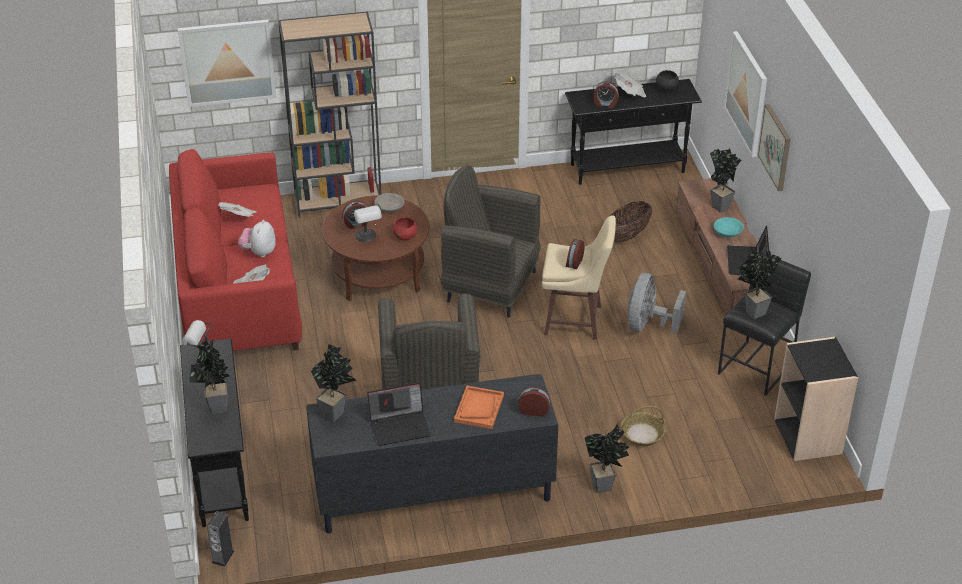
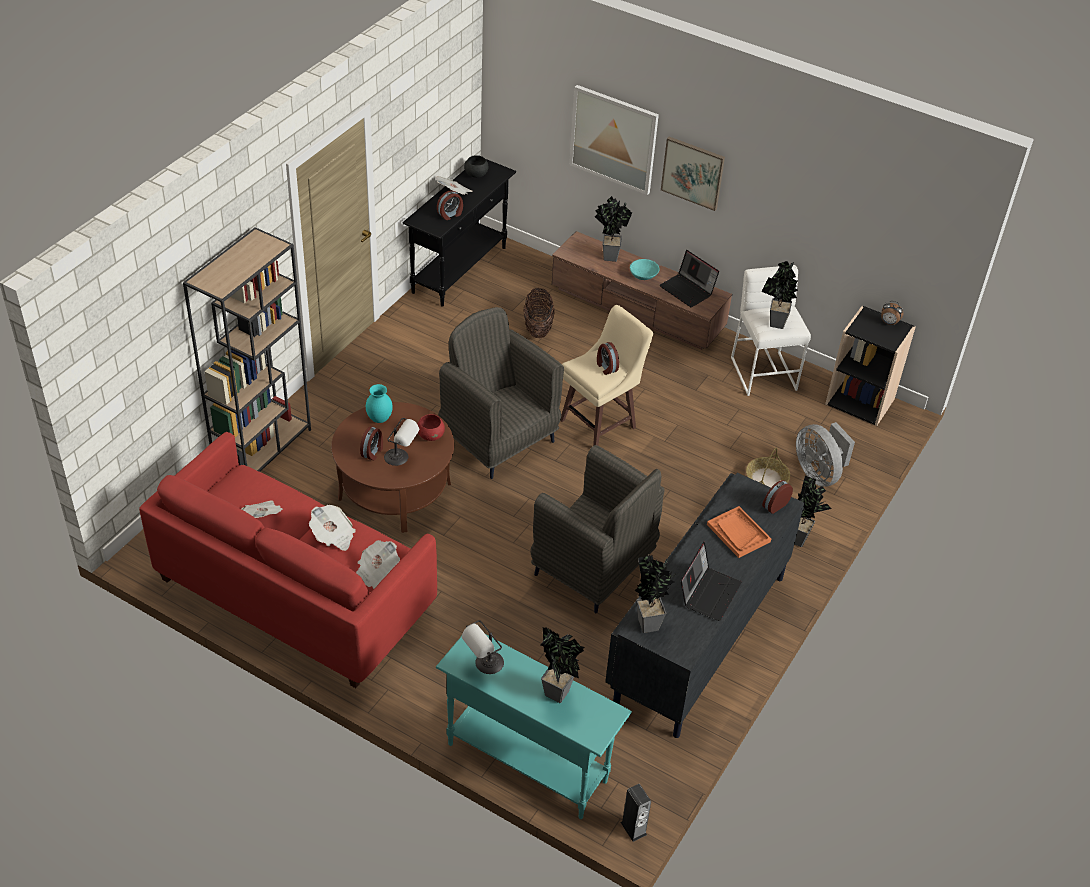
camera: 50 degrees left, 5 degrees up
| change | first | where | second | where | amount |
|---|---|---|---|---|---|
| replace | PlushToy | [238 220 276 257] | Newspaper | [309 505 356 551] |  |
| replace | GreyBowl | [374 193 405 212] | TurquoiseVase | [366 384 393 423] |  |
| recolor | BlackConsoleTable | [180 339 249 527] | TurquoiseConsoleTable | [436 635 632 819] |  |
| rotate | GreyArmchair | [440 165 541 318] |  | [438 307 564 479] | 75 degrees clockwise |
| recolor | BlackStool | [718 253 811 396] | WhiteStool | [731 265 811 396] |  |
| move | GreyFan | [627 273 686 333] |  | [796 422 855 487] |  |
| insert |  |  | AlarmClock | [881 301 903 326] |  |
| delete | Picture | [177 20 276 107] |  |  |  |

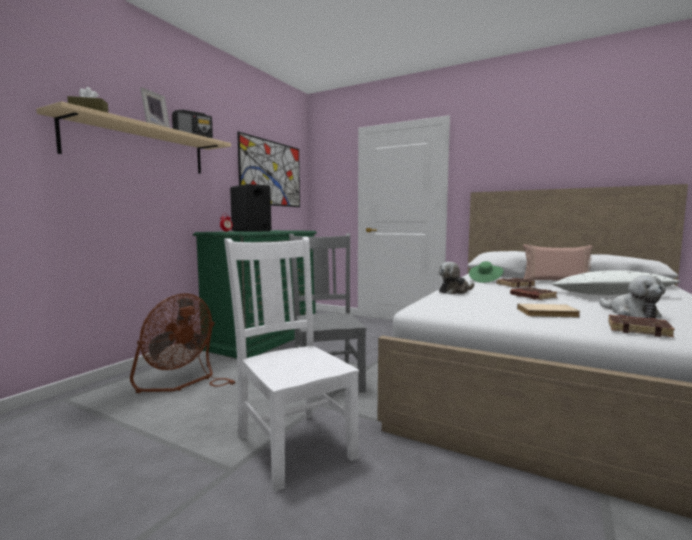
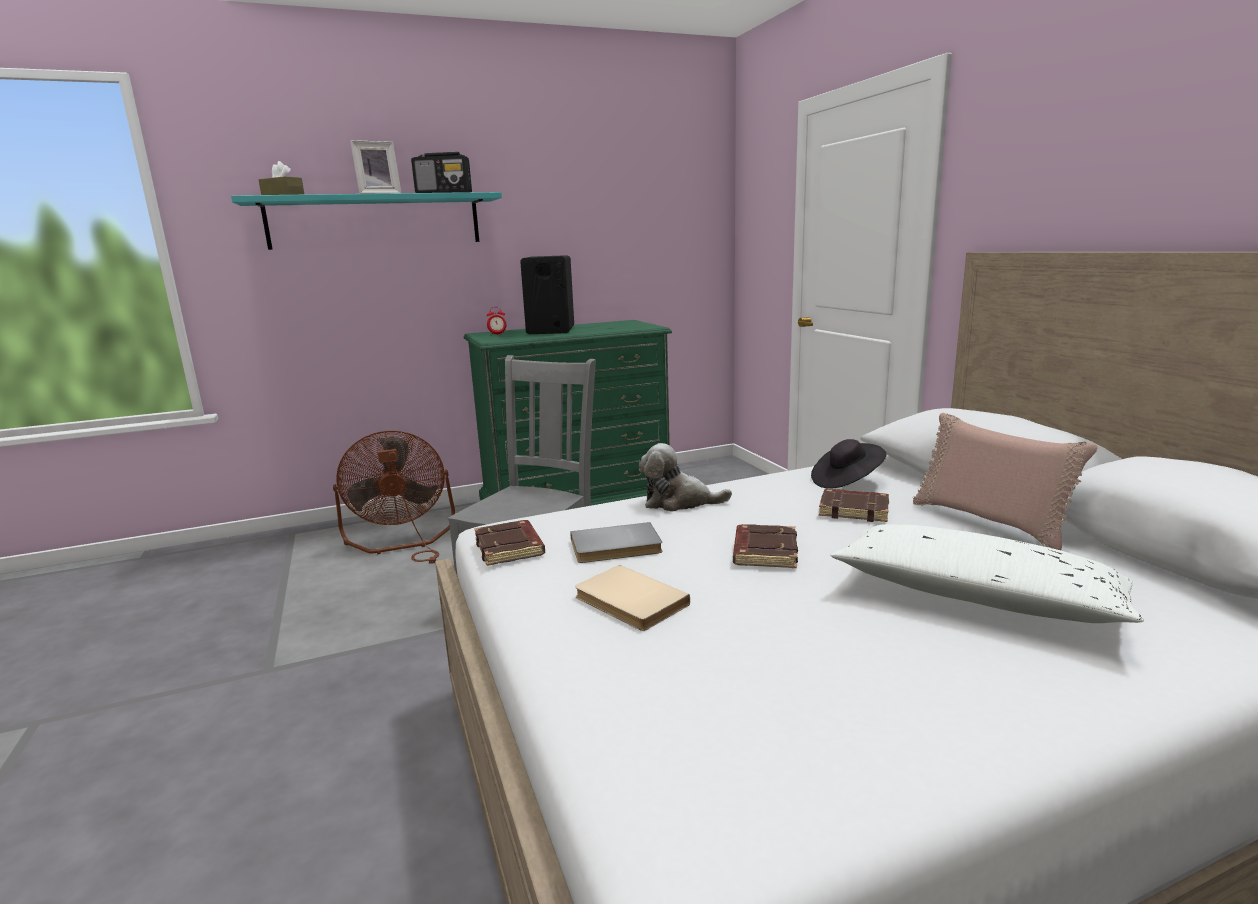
camera: 40 degrees right, 10 degrees up
| change | first | where | second | where | amount |
|---|---|---|---|---|---|
| recolor | BeigeShelf | [36 101 231 174] | TurquoiseShelf | [231 192 502 250] |  |
| move | BrownBook | [608 315 675 337] |  | [474 520 545 566] |  |
| insert |  |  | GreyBook | [570 522 662 563] |  |
| recolor | GreenHat | [469 261 503 283] | BlackHat | [811 439 887 489] |  |
| delete | WhiteChair | [224 237 359 492] |  |  |  |
| delete | Picture | [237 131 300 207] |  |  |  |
| delete | PlushToy | [599 275 666 318] |  |  |  |

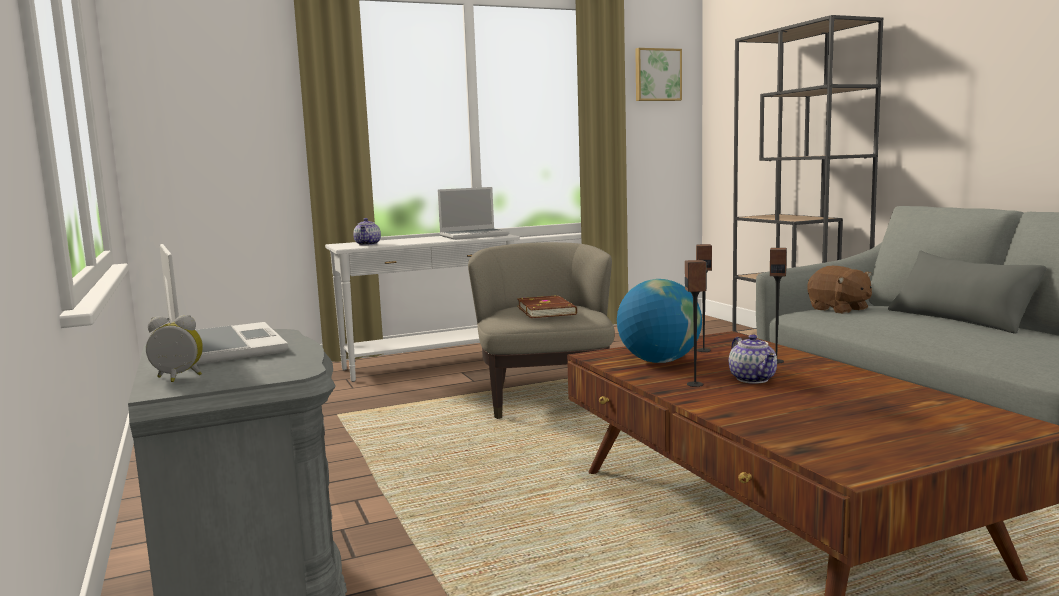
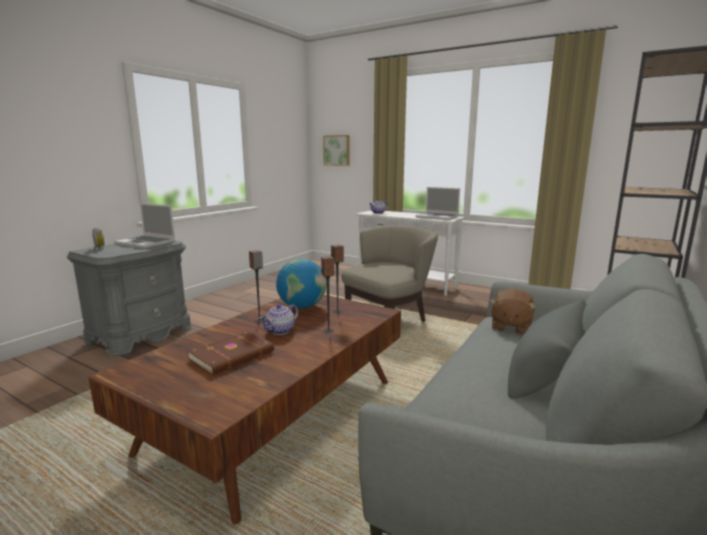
camera: 55 degrees right, 5 degrees up
| change | first | where | second | where | amount |
|---|---|---|---|---|---|
| rotate | Laptop | [160 244 288 365] |  | [114 203 176 249] | 90 degrees clockwise |
| move | BrownBook | [517 295 577 318] |  | [188 331 274 375] |  |
| move | Picture | [635 48 682 101] |  | [323 135 350 166] |  |

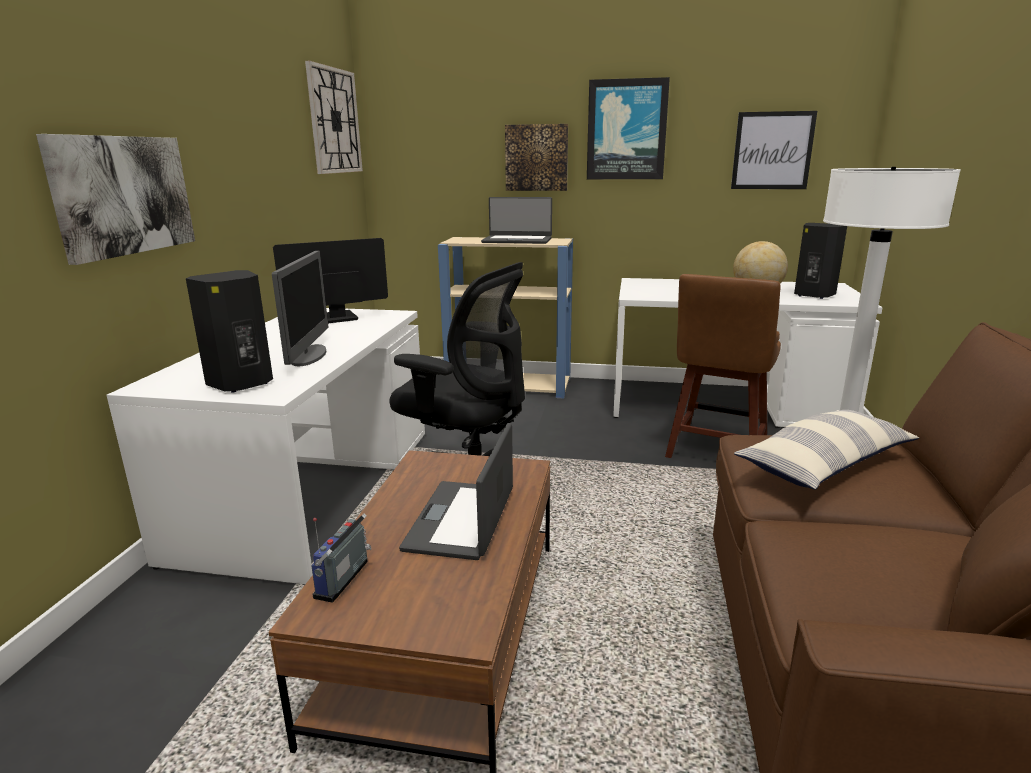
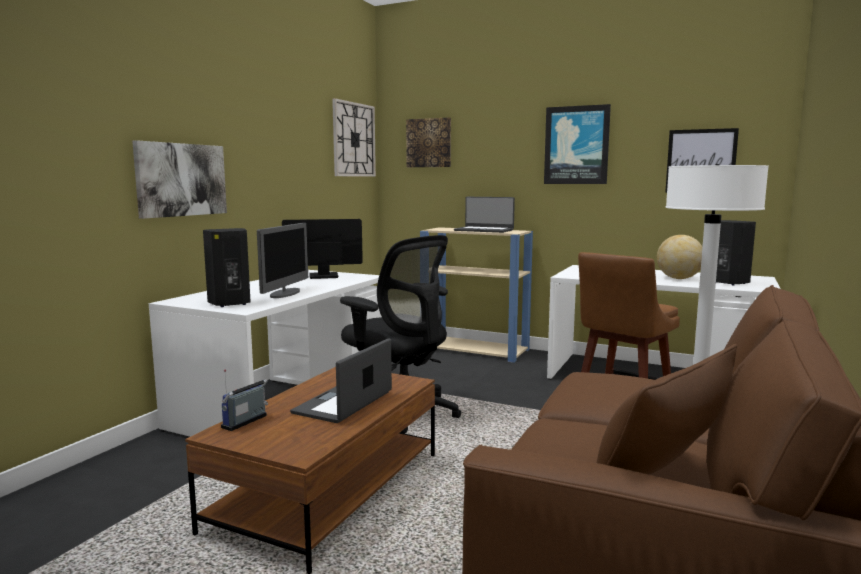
camera: 15 degrees right, 10 degrees down
| change | first | where | second | where | amount |
|---|---|---|---|---|---|
| move | Picture | [505 124 568 191] |  | [406 117 451 167] |  |
| delete | Pillow | [734 410 919 490] |  |  |  |

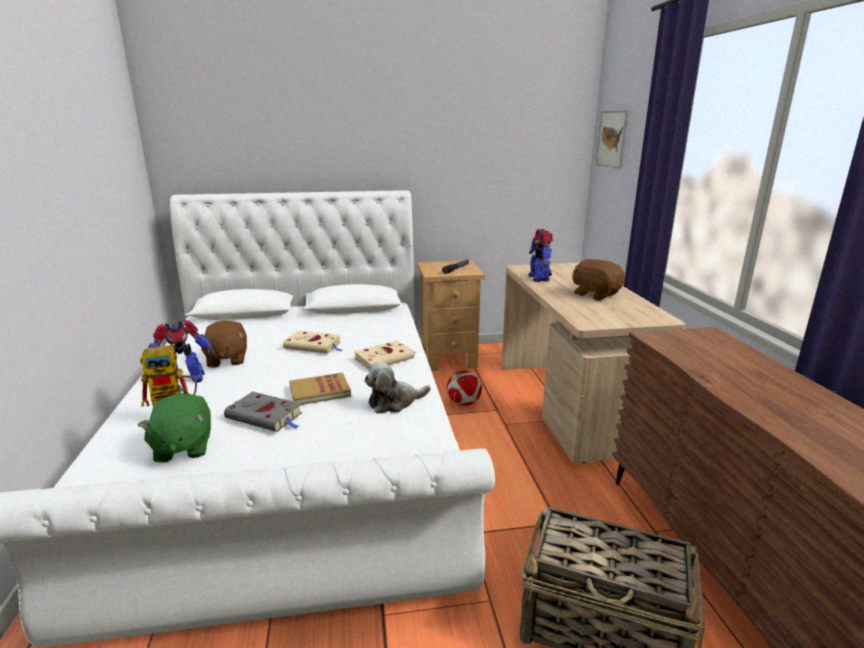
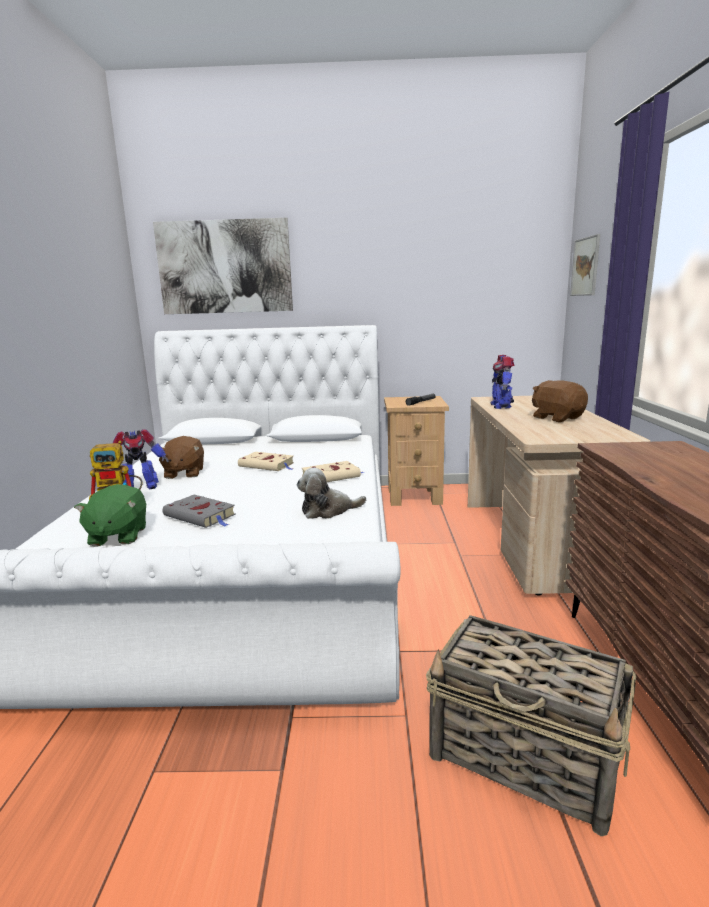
camera: 10 degrees right, 5 degrees down
| change | first | where | second | where | amount |
|---|---|---|---|---|---|
| insert |  |  | Picture | [153 218 293 314] |  |
| delete | Book | [289 373 351 405] |  |  |  |
| delete | Football | [447 370 482 406] |  |  |  |

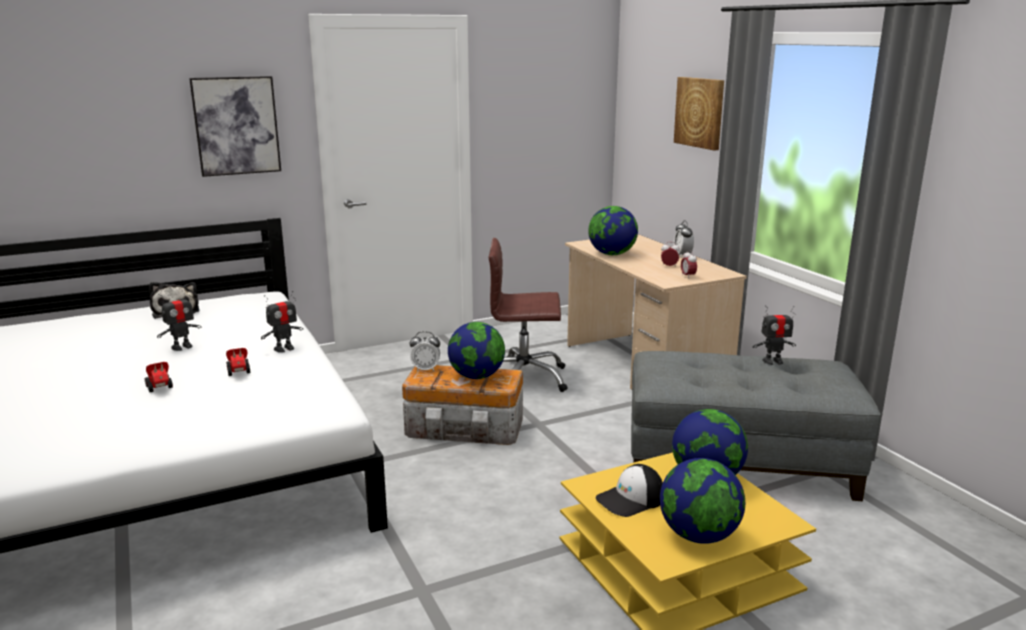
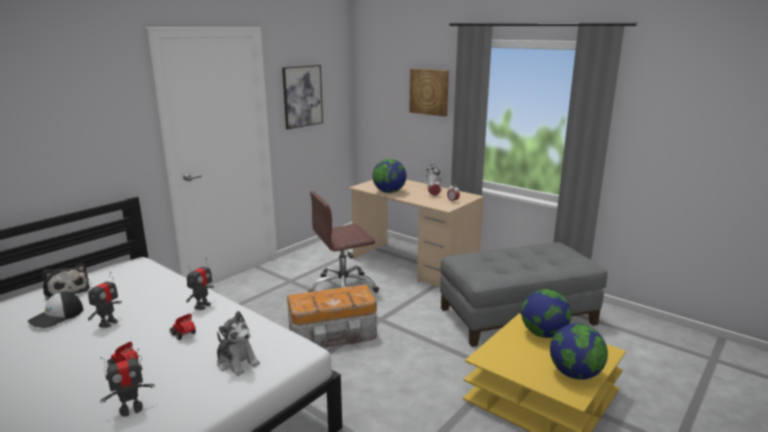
camera: 25 degrees left, 0 degrees up
| change | first | where | second | where | amount |
|---|---|---|---|---|---|
| move | Cap | [596 464 663 517] |  | [28 291 83 328] |  |
| move | ToyRobot | [753 305 796 365] |  | [100 349 155 417] |  |
| insert |  |  | PlushToy | [217 311 260 376] |  |
| move | Picture | [189 76 281 177] |  | [282 65 323 129] |  |
| delete | AlarmClock | [410 331 440 371] |  |  |  |
| delete | Globe | [448 322 505 379] |  |  |  |

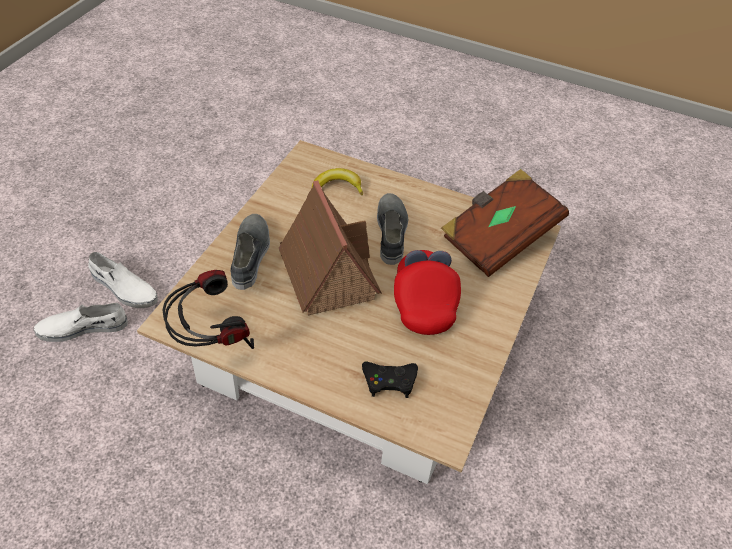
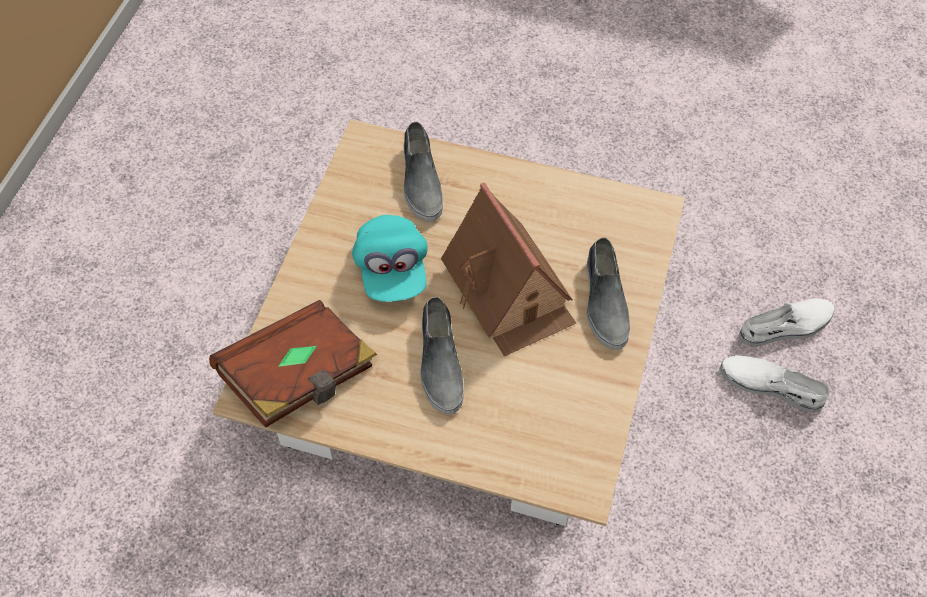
camera: 175 degrees right, 10 degrees up
| change | first | where | second | where | amount |
|---|---|---|---|---|---|
| recolor | RedCap | [394 250 461 335] | TurquoiseCap | [352 215 428 302] |  |
| replace | BlackGameController | [362 361 418 398] | GreyShoe | [404 122 443 222] |  |
| delete | Headphones | [163 270 254 349] |  |  |  |
| delete | Banana | [312 168 363 196] |  |  |  |

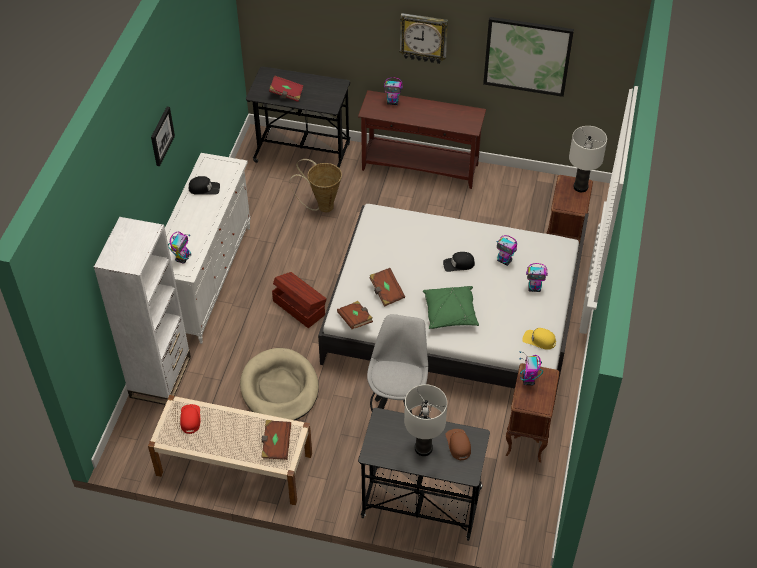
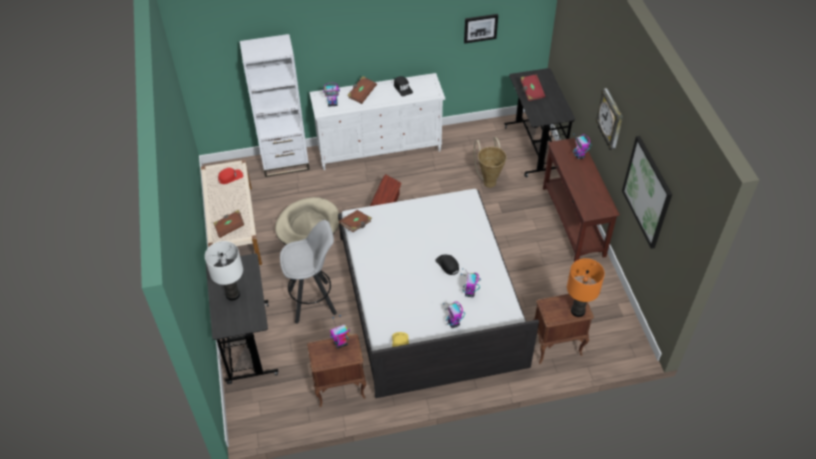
camera: 65 degrees right, 0 degrees up
| change | first | where | second | where | amount |
|---|---|---|---|---|---|
| move | BrownBook | [369 268 405 307] |  | [347 76 377 104] |  |
| move | Picture | [151 107 175 166] |  | [464 14 498 44] |  |
| recolor | WhiteTableLamp | [569 126 607 192] | OrangeTableLamp | [567 258 605 317] |  |
| delete | GreenPillow | [423 286 479 329] |  |  |  |
| delete | BrownCap | [446 429 471 460] |  |  |  |

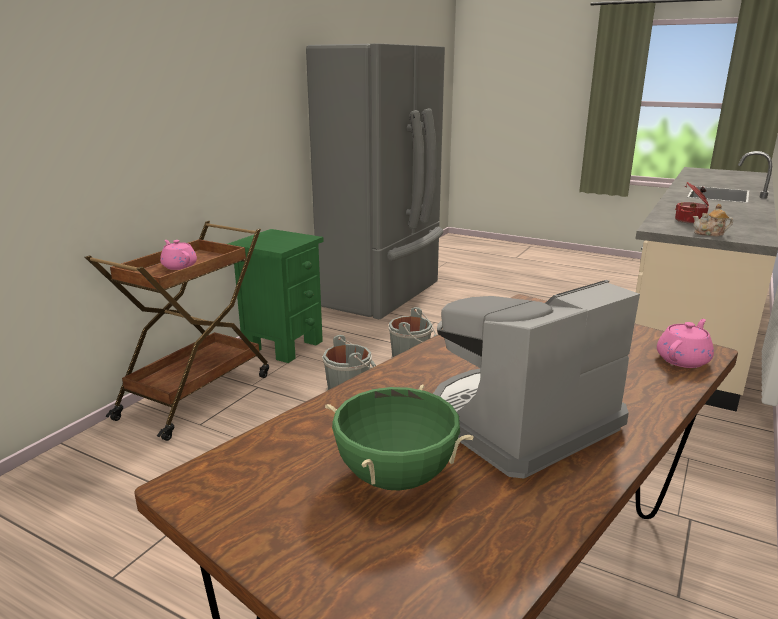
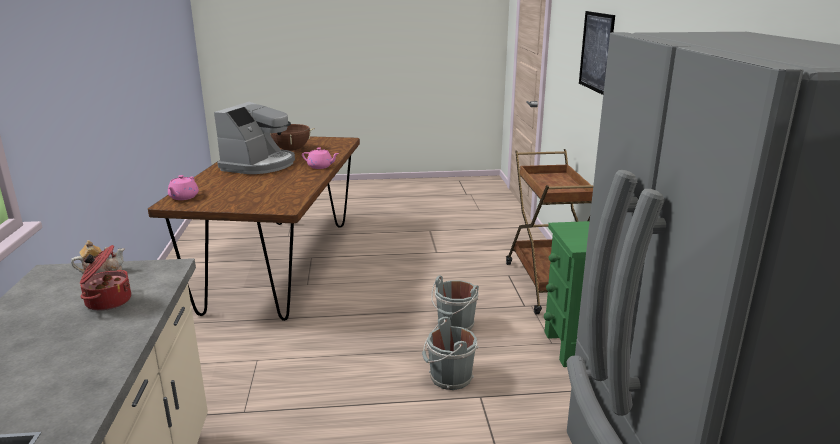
camera: 145 degrees right, 0 degrees up
| change | first | where | second | where | amount |
|---|---|---|---|---|---|
| recolor | GreenCookingPot | [325 385 474 491] | BrownCookingPot | [270 124 315 151] |  |
| move | PinkTeapot | [160 240 197 270] |  | [302 147 339 169] |  |
| insert |  |  | Picture | [579 11 615 95] |  |

